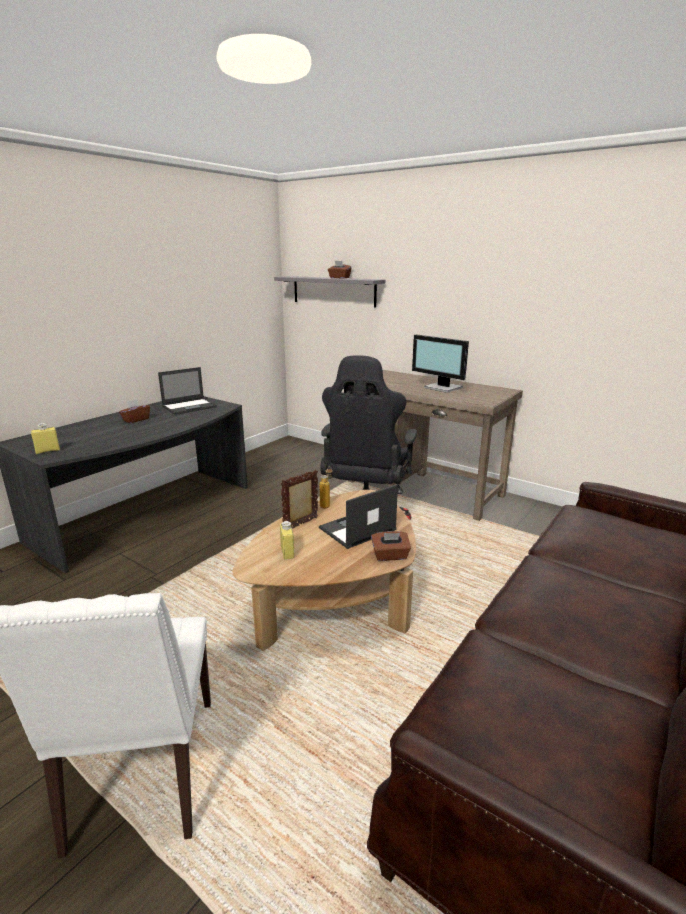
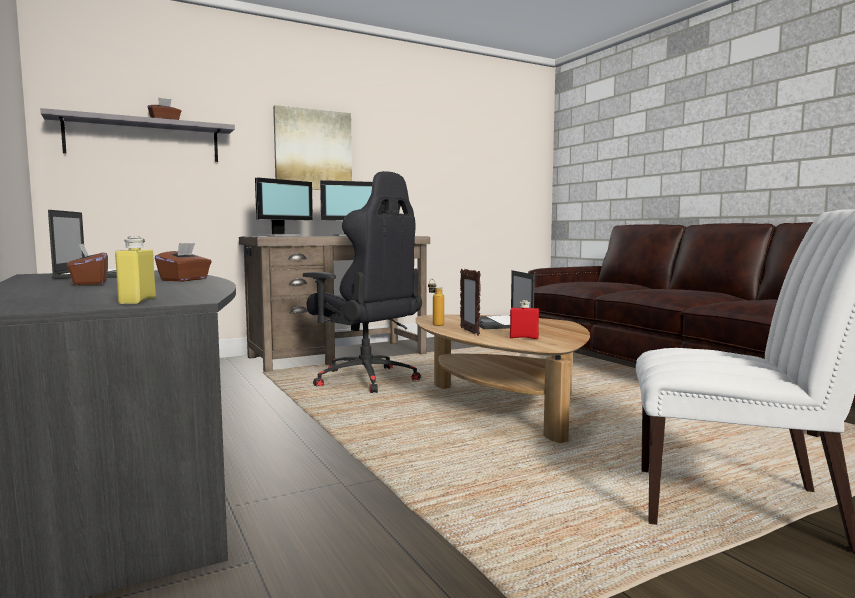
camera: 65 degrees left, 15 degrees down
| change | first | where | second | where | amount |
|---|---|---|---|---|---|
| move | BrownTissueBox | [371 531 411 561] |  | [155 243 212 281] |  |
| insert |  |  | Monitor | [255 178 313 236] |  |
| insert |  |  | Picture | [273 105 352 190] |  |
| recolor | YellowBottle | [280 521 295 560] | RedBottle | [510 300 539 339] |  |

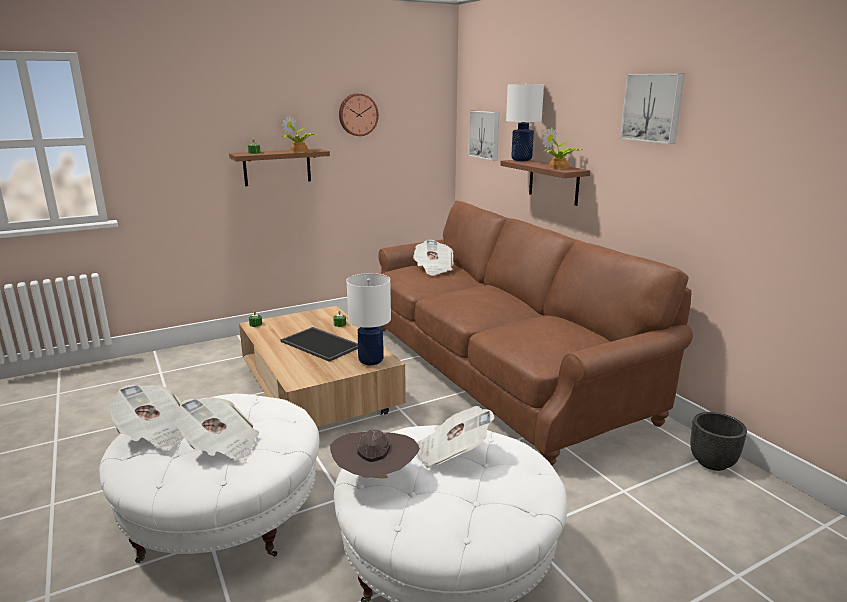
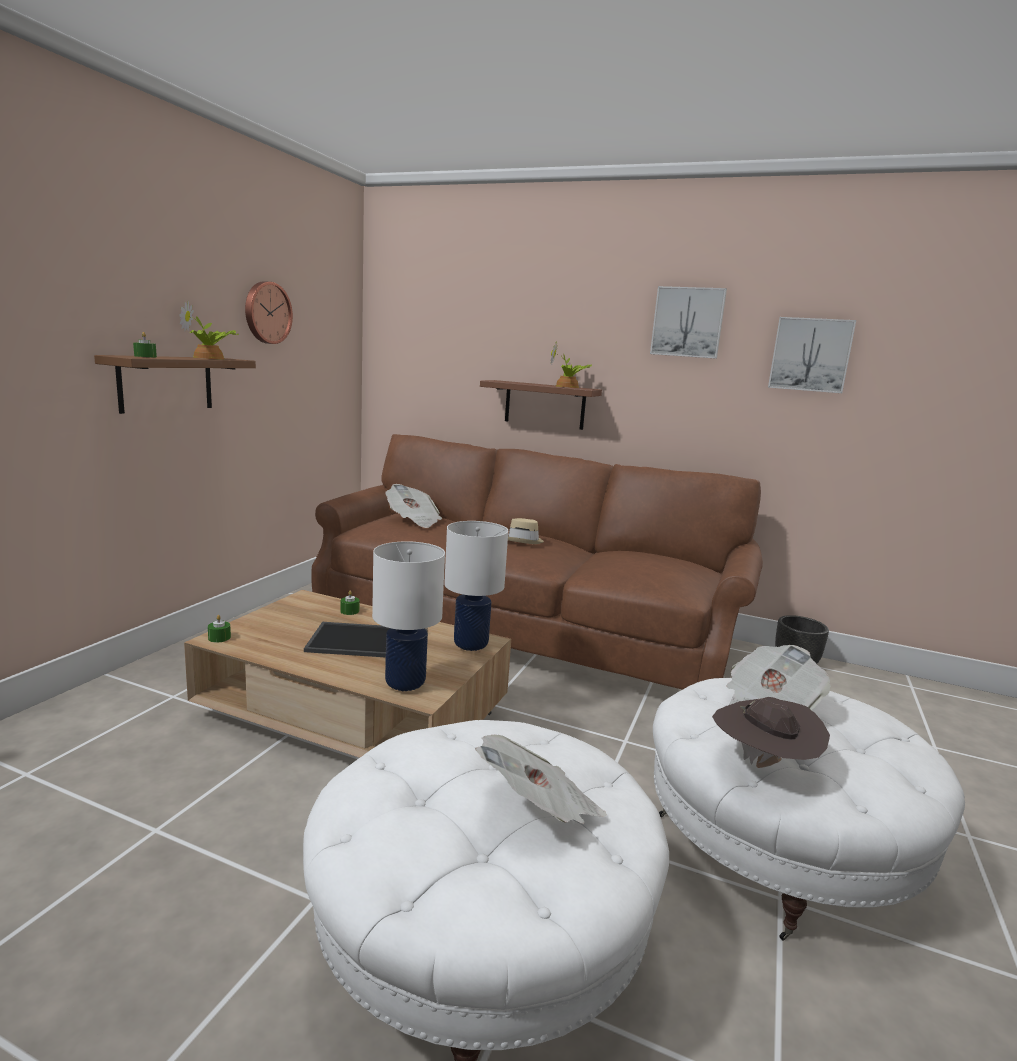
camera: 40 degrees left, 5 degrees down
| change | first | where | second | where | amount |
|---|---|---|---|---|---|
| move | WhiteTableLamp | [506 83 544 161] |  | [372 541 445 691] |  |
| insert |  |  | BeigeHat | [508 518 544 544] |  |
| move | Picture | [468 111 500 160] |  | [768 317 856 393] |  |
| delete | Newspaper | [108 384 182 450] |  |  |  |

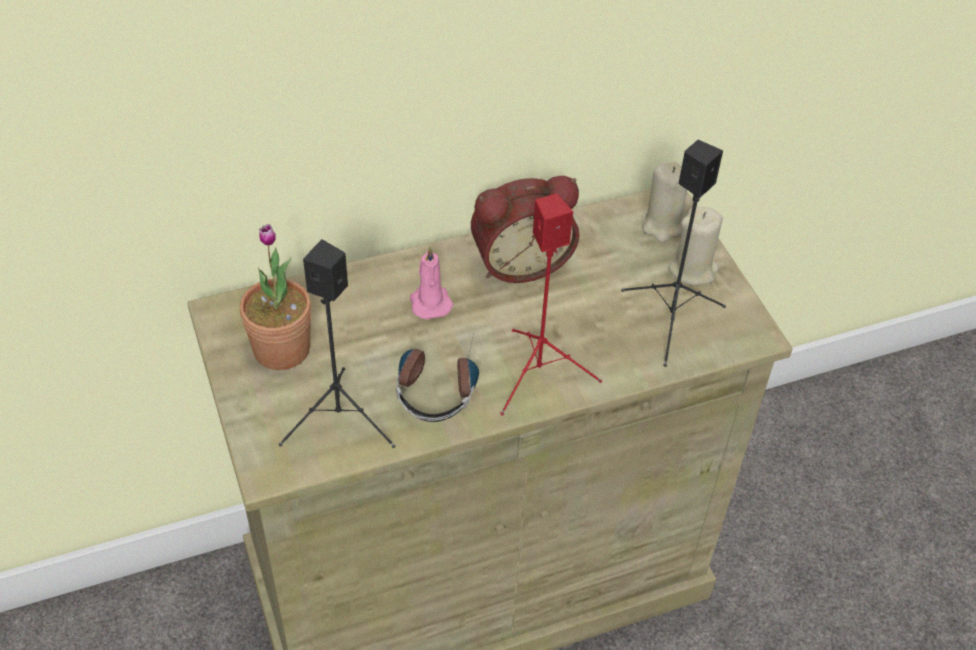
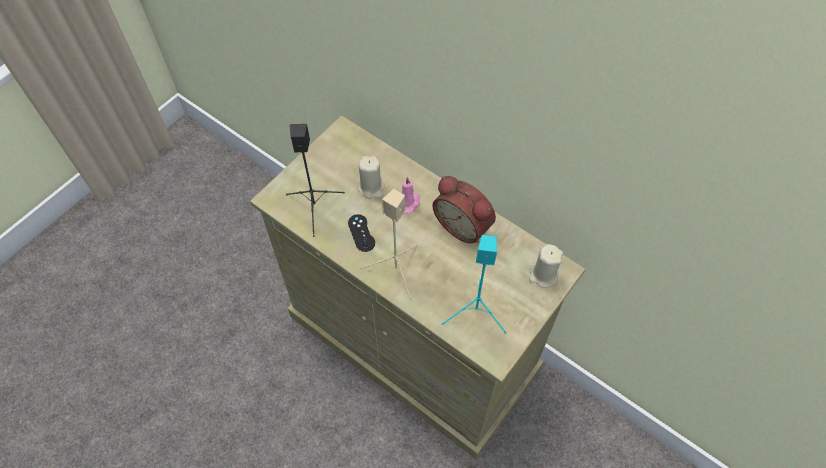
camera: 60 degrees right, 10 degrees up
| change | first | where | second | where | amount |
|---|---|---|---|---|---|
| replace | Headphones | [397 334 479 422] | BlackGameController | [348 214 375 252] |  |
| move | BeigeCandle | [668 207 723 285] |  | [358 156 385 199] |  |
| recolor | RedSpeaker | [500 193 602 415] | BeigeSpeaker | [360 189 417 301] |  |
| recolor | BlackSpeaker | [621 140 726 367] | TurquoiseSpeaker | [442 235 507 334] |  |
| delete | PottedPlant | [240 224 311 370] |  |  |  |

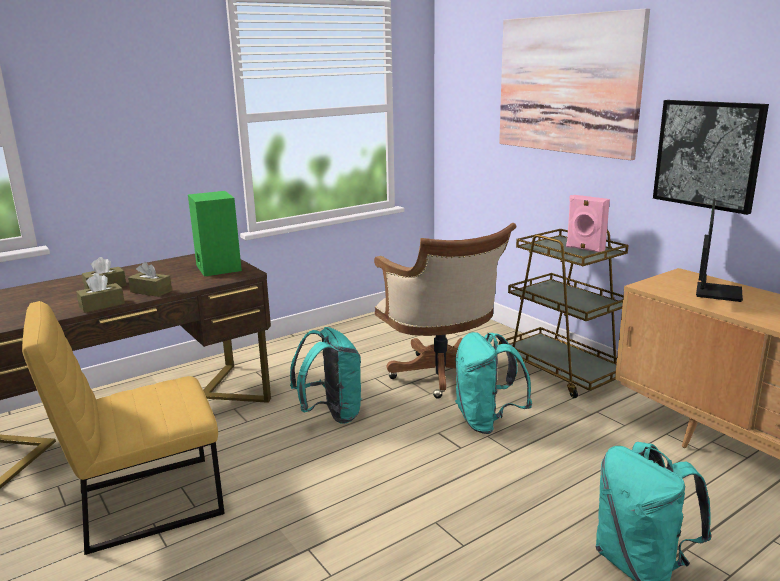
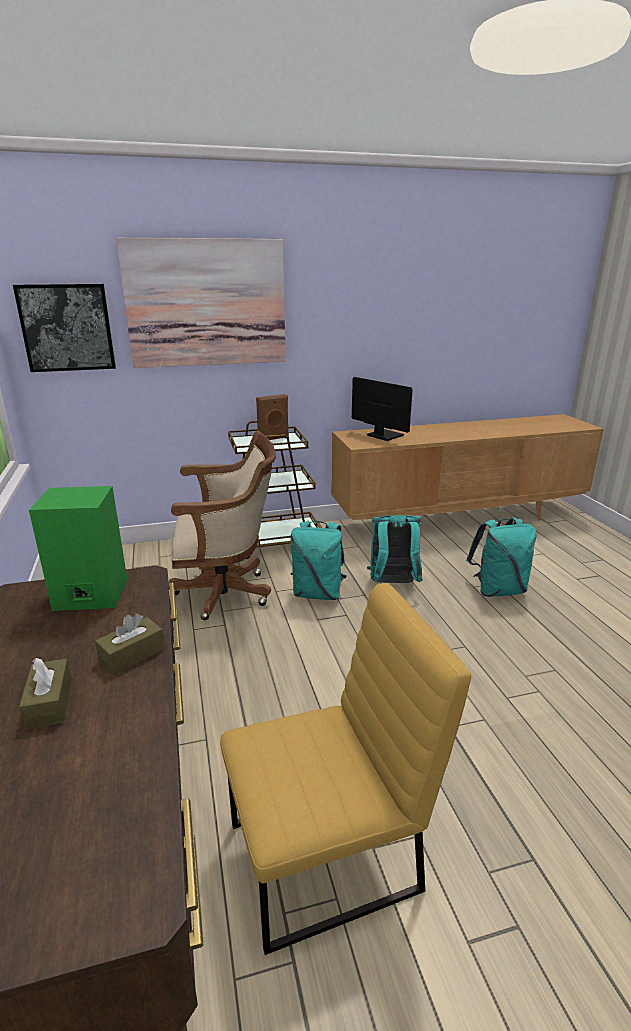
camera: 70 degrees left, 5 degrees up
| change | first | where | second | where | amount |
|---|---|---|---|---|---|
| move | Picture | [653 100 769 215] |  | [13 284 116 372] |  |
| rotate | YellowChair | [22 301 225 555] |  | [220 583 471 955] | 105 degrees counterclockwise |
| recolor | PinkSpeaker | [566 195 610 253] | BrownSpeaker | [256 394 289 440] |  |
| move | TurquoiseBackpack | [290 327 362 424] |  | [367 515 423 583] |  |
| delete | BrownTissueBox | [76 273 125 313] |  |  |  |

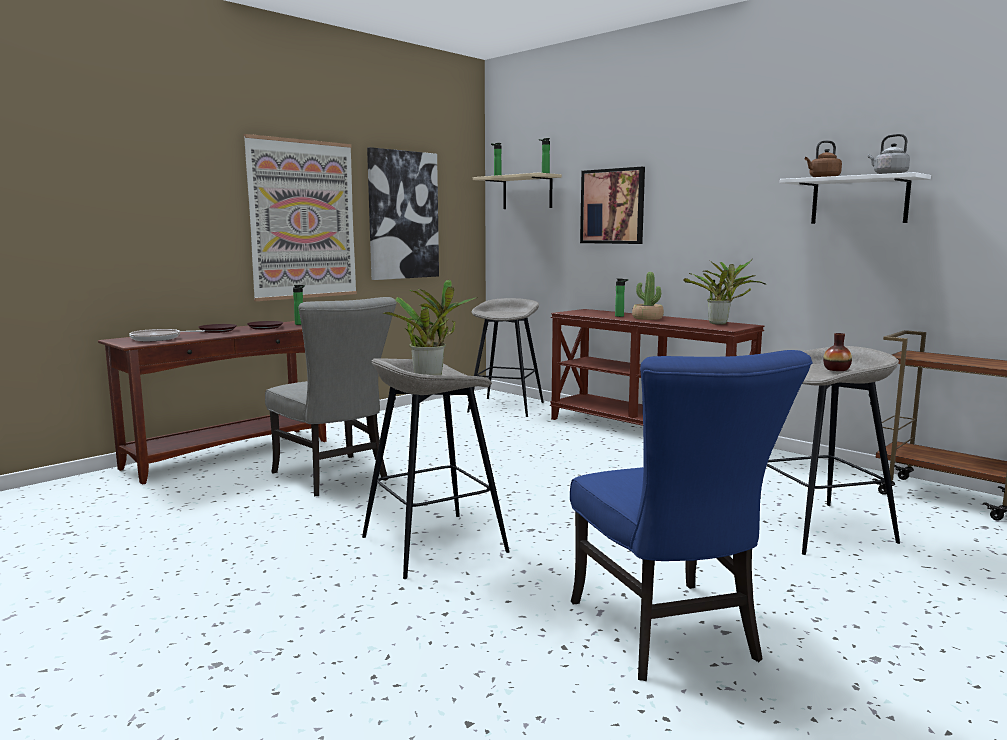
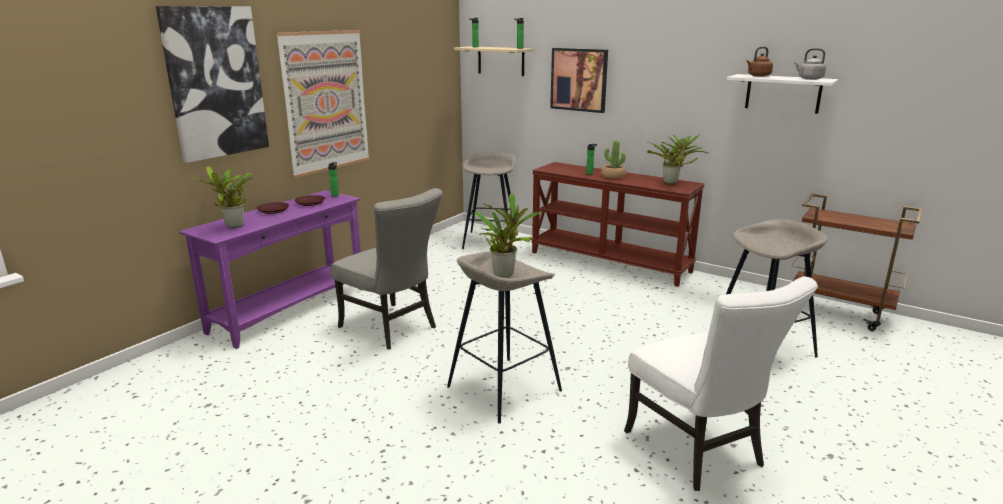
camera: 10 degrees left, 10 degrees up
| change | first | where | second | where | amount |
|---|---|---|---|---|---|
| move | Picture | [367 147 439 280] |  | [156 6 269 163] |  |
| recolor | BrownConsoleTable | [98 321 327 485] | PurpleConsoleTable | [179 190 361 349] |  |
| replace | FryingPan | [129 329 205 341] | PottedPlant | [192 166 252 228] |  |
| recolor | BlueChair | [570 350 813 681] | WhiteChair | [624 276 818 491] |  |
| delete | Vase | [823 333 852 371] |  |  |  |

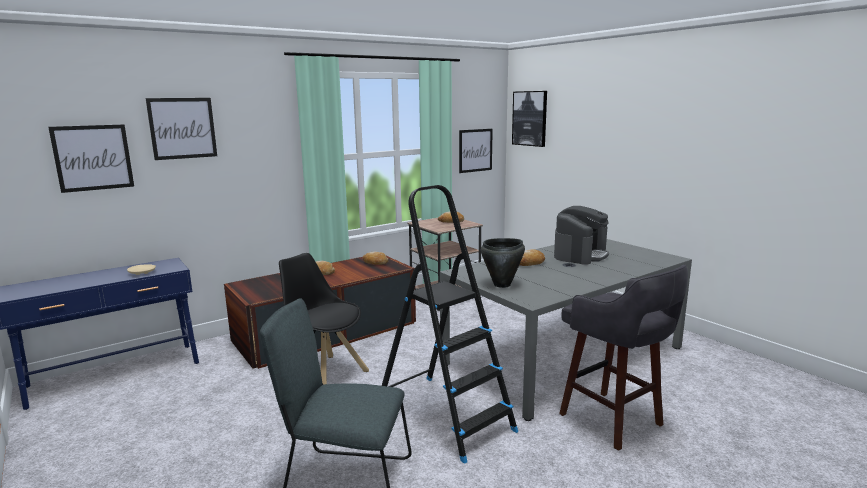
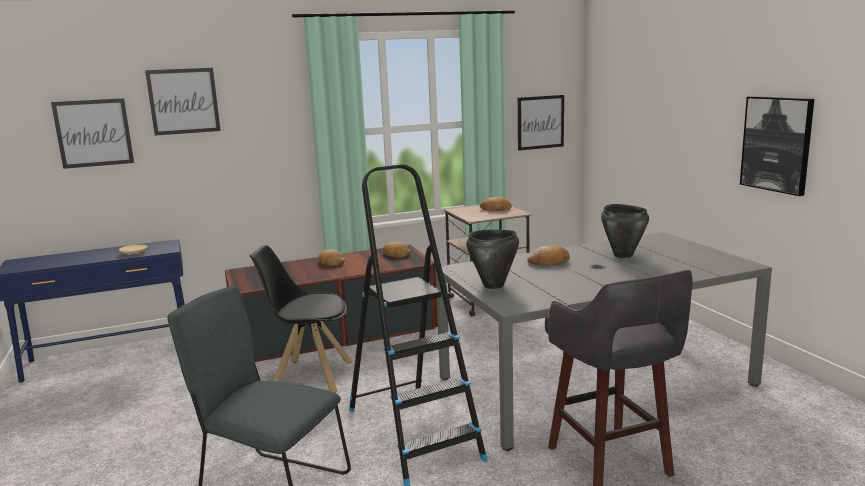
camera: 15 degrees right, 0 degrees up
| change | first | where | second | where | amount |
|---|---|---|---|---|---|
| rotate | BlackChair | [279 253 369 385] |  | [250 245 353 393] | 45 degrees counterclockwise |
| replace | CoffeeMachine | [554 206 609 265] | BlackCookingPot | [601 204 649 258] |  |
| move | Picture | [512 91 547 147] |  | [740 96 814 196] |  |

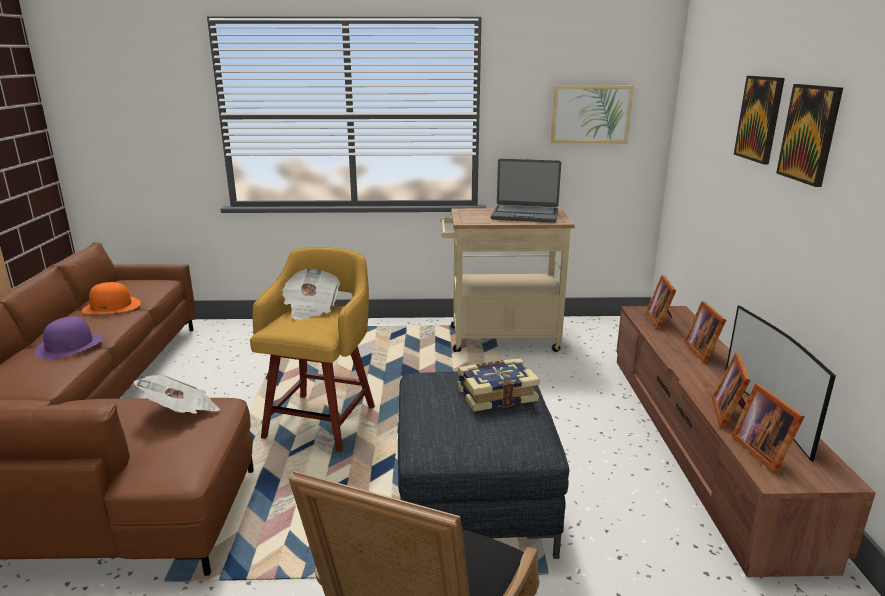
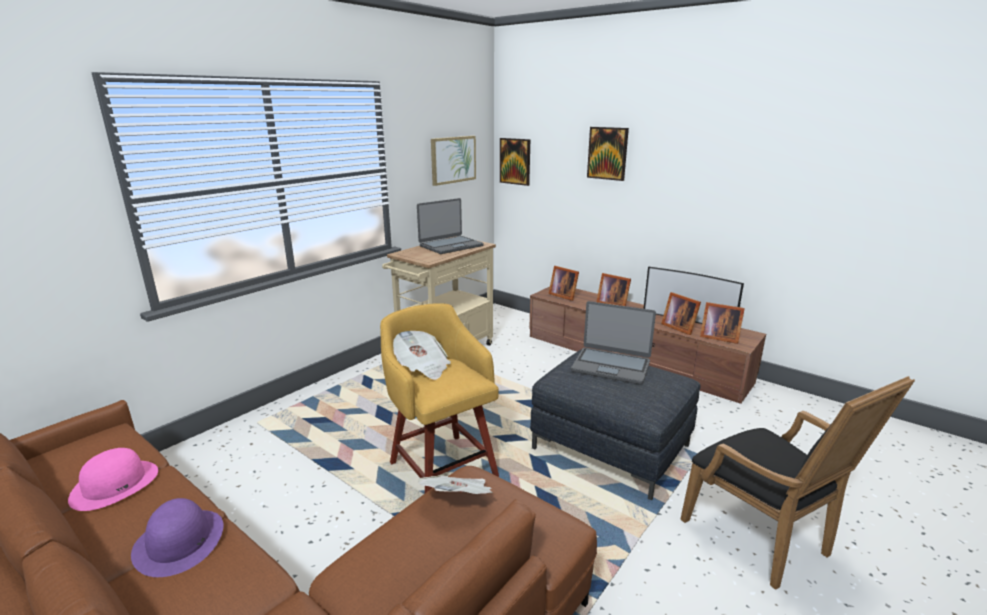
camera: 50 degrees left, 0 degrees up
| change | first | where | second | where | amount |
|---|---|---|---|---|---|
| recolor | OrangeHat | [82 282 141 314] | PinkHat | [68 448 158 511] |  |
| move | Picture | [776 84 843 187] |  | [500 138 530 186] |  |
| replace | Book | [457 358 540 412] | Laptop | [571 301 656 385] |  |

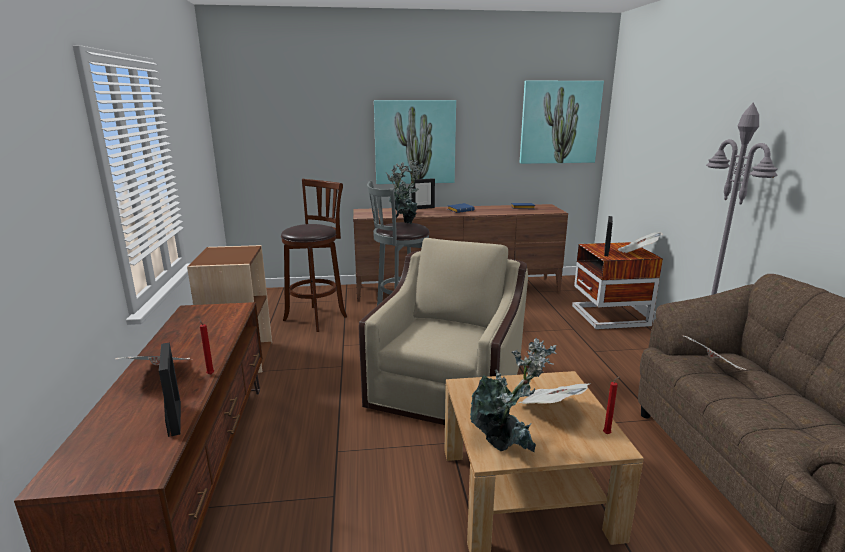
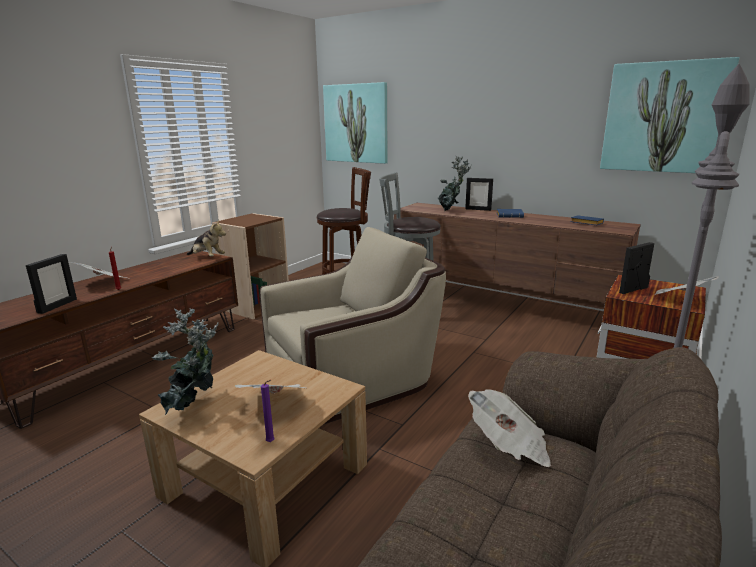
camera: 40 degrees right, 0 degrees up
| change | first | where | second | where | amount |
|---|---|---|---|---|---|
| insert |  |  | PlushToy | [187 220 226 256] |  |
| recolor | RedCandle | [603 376 620 434] | PurpleCandle | [261 380 275 442] |  |
| move | Picture | [374 100 456 184] |  | [323 82 388 164] |  |
| delete | PottedPlant | [386 162 419 224] |  |  |  |

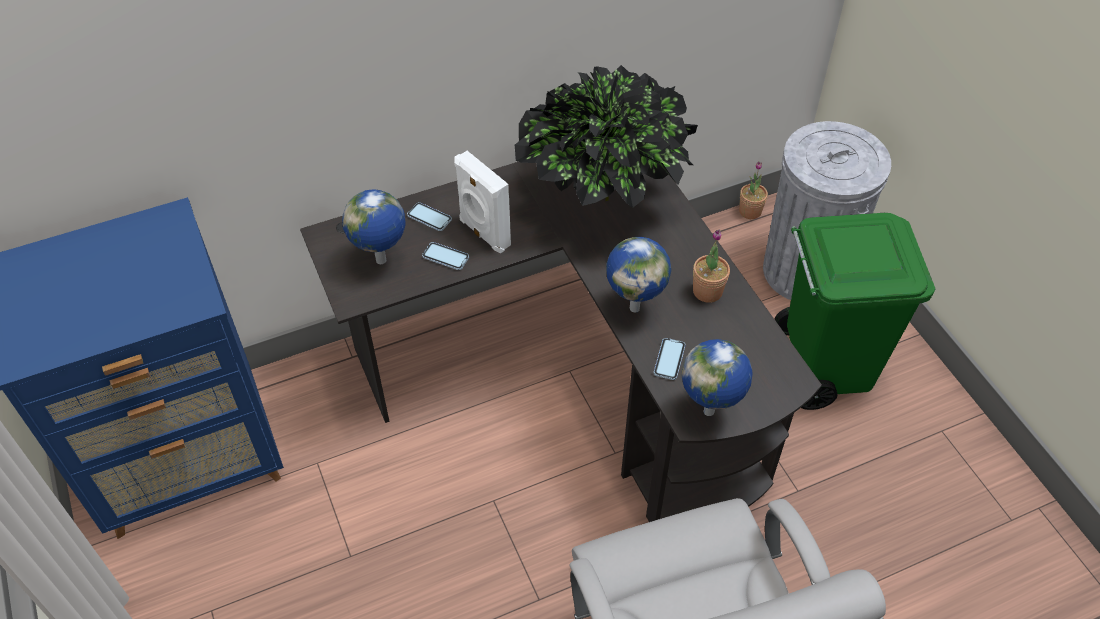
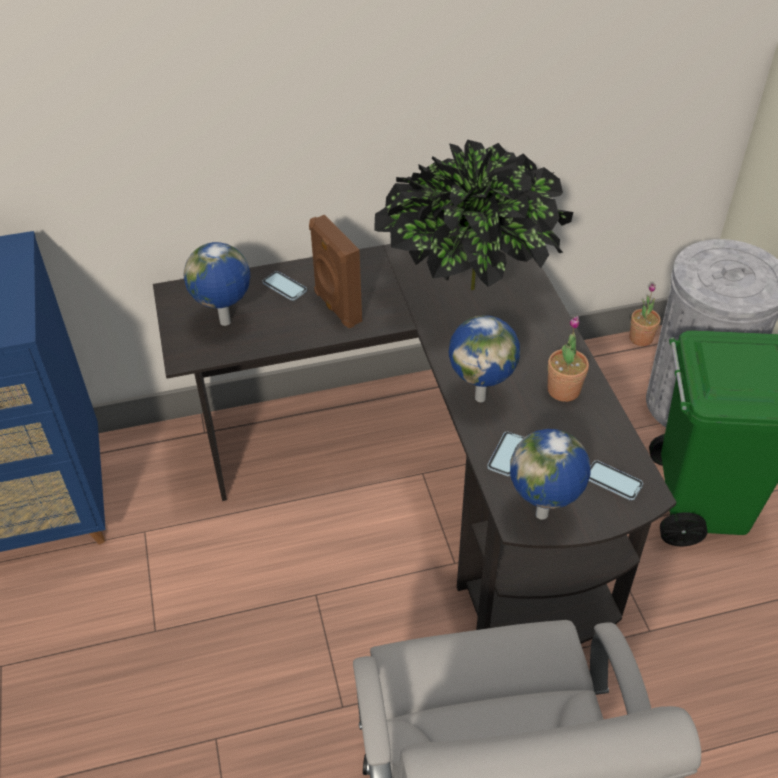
camera: 10 degrees right, 5 degrees down
| change | first | where | second | where | amount |
|---|---|---|---|---|---|
| recolor | WhiteSpeaker | [454 151 511 253] | BrownSpeaker | [309 215 362 328] |  |
| move | Phone | [422 242 469 270] |  | [589 460 643 500] |  |

